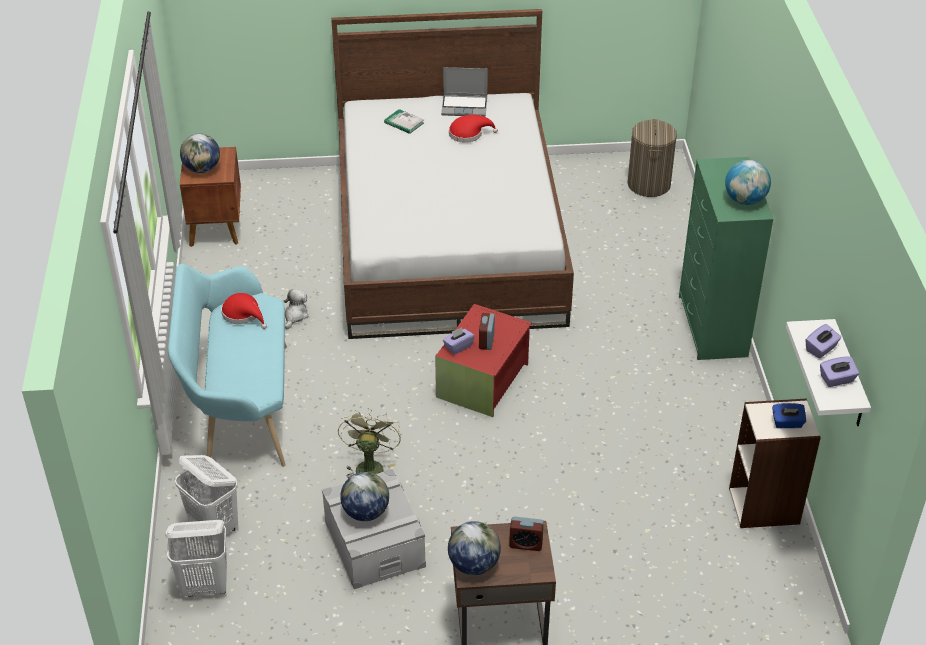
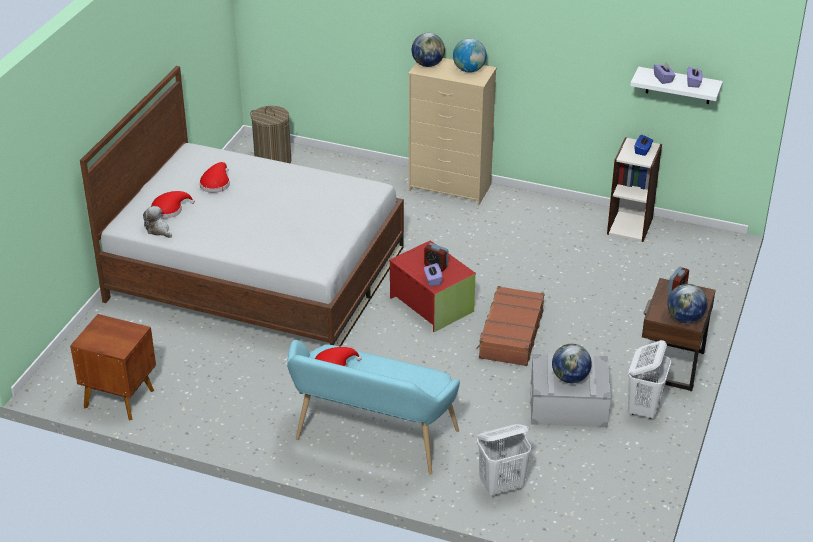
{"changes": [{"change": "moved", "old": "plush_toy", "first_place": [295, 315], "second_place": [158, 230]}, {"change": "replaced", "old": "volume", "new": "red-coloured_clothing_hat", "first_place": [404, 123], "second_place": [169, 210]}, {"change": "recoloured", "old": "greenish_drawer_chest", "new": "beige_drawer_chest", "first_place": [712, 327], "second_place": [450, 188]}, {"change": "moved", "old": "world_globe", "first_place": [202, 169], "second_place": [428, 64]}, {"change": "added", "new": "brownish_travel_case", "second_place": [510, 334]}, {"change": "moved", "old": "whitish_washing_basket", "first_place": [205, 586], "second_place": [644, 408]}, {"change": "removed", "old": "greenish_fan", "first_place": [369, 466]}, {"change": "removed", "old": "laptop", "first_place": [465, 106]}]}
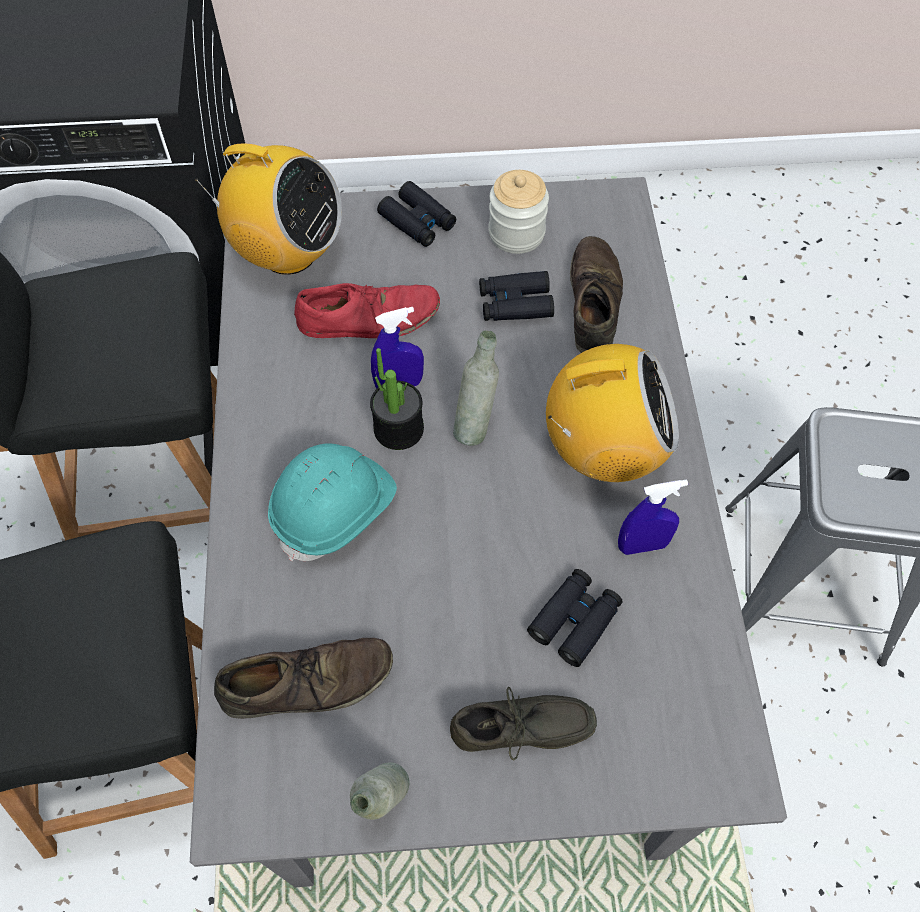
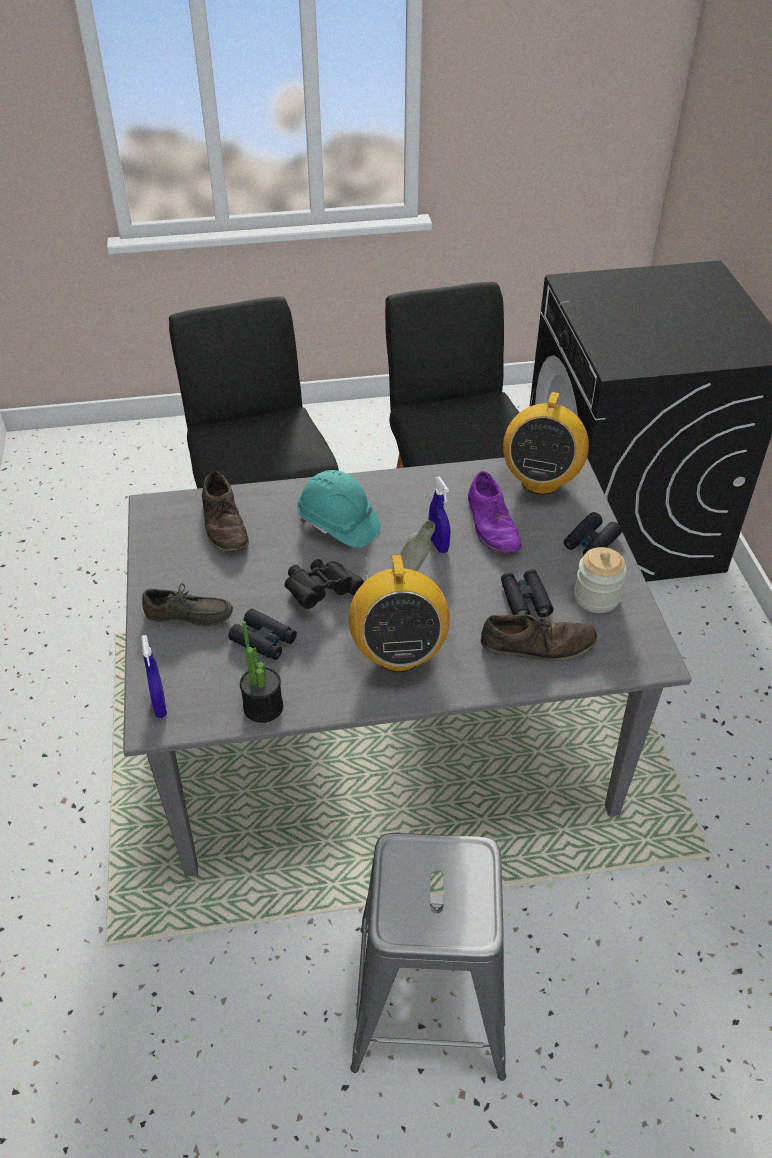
{"changes": [{"change": "moved", "old": "blue_hand_sprayer", "first_place": [642, 545], "second_place": [160, 705]}, {"change": "turned", "old": "grey_low_shoe", "first_place": [523, 733], "second_place": [188, 618], "degrees": -75}, {"change": "moved", "old": "plant_in_a_pot", "first_place": [398, 429], "second_place": [263, 707]}, {"change": "added", "new": "blackish_field_glasses", "second_place": [321, 592]}, {"change": "recoloured", "old": "red-coloured_low_shoe", "new": "purple_low_shoe", "first_place": [369, 318], "second_place": [492, 525]}, {"change": "removed", "old": "grey_bottle", "first_place": [383, 804]}]}
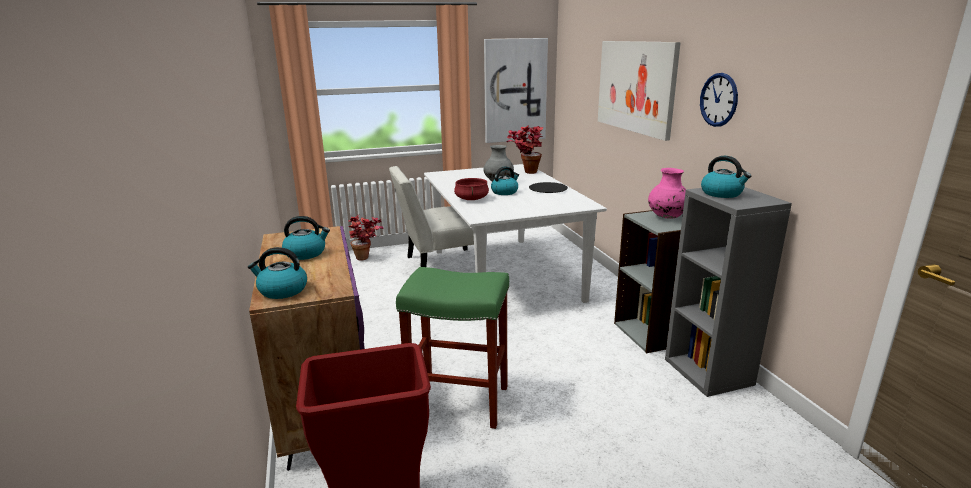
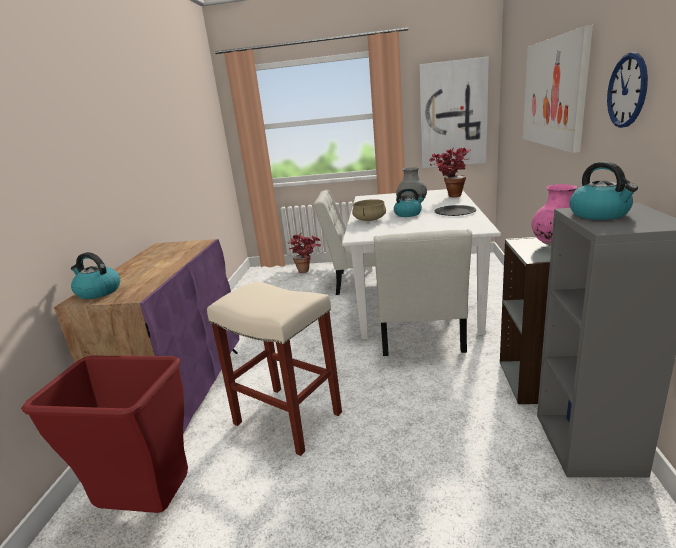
{"changes": [{"change": "recoloured", "old": "greenish_stool_seat", "new": "beige_stool_seat", "first_place": [460, 401], "second_place": [289, 418]}, {"change": "recoloured", "old": "red-coloured_stockpot", "new": "beige_stockpot", "first_place": [471, 199], "second_place": [369, 220]}, {"change": "added", "new": "whitish_plain_chair", "second_place": [420, 337]}, {"change": "removed", "old": "water_kettle", "first_place": [306, 253]}]}
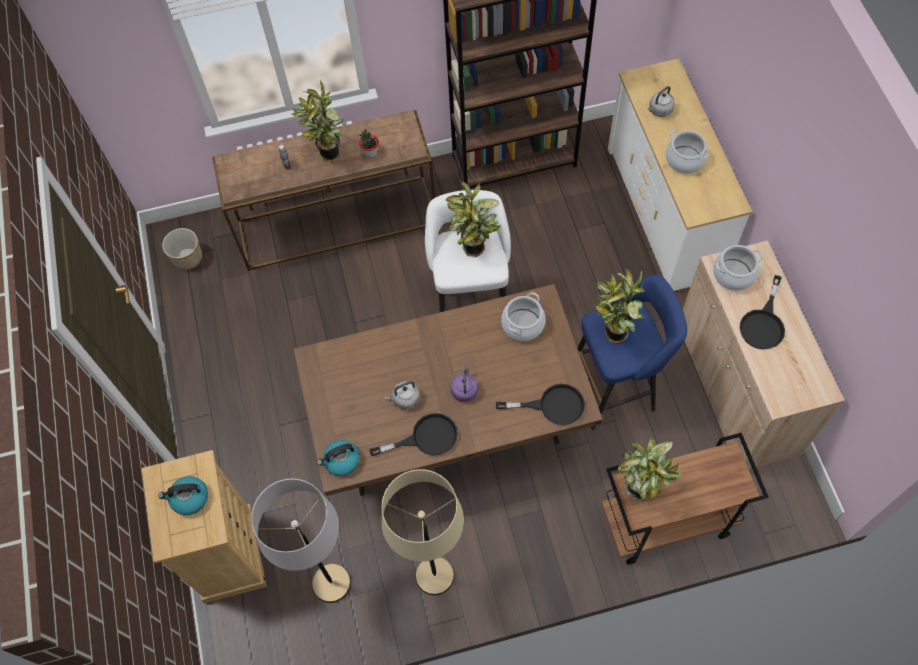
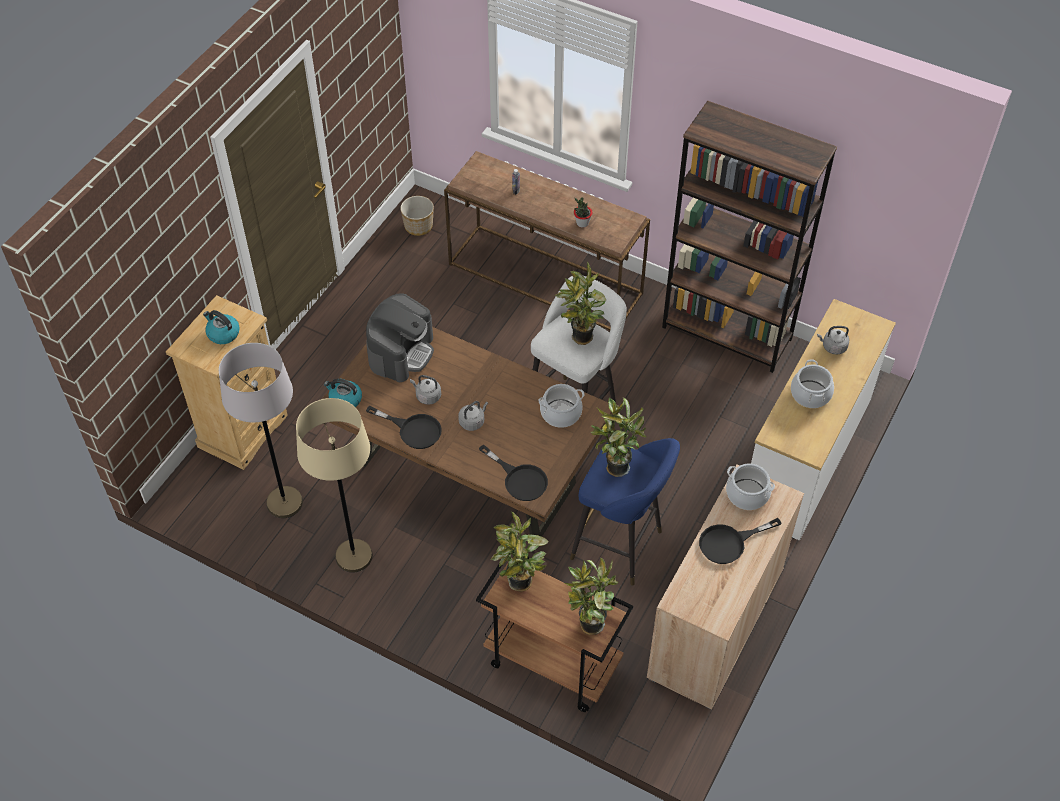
{"changes": [{"change": "added", "new": "coffee_brewer", "second_place": [401, 352]}, {"change": "recoloured", "old": "purple_water_kettle", "new": "grey_water_kettle", "first_place": [464, 389], "second_place": [473, 421]}, {"change": "moved", "old": "plant_in_a_pot", "first_place": [328, 155], "second_place": [588, 625]}]}
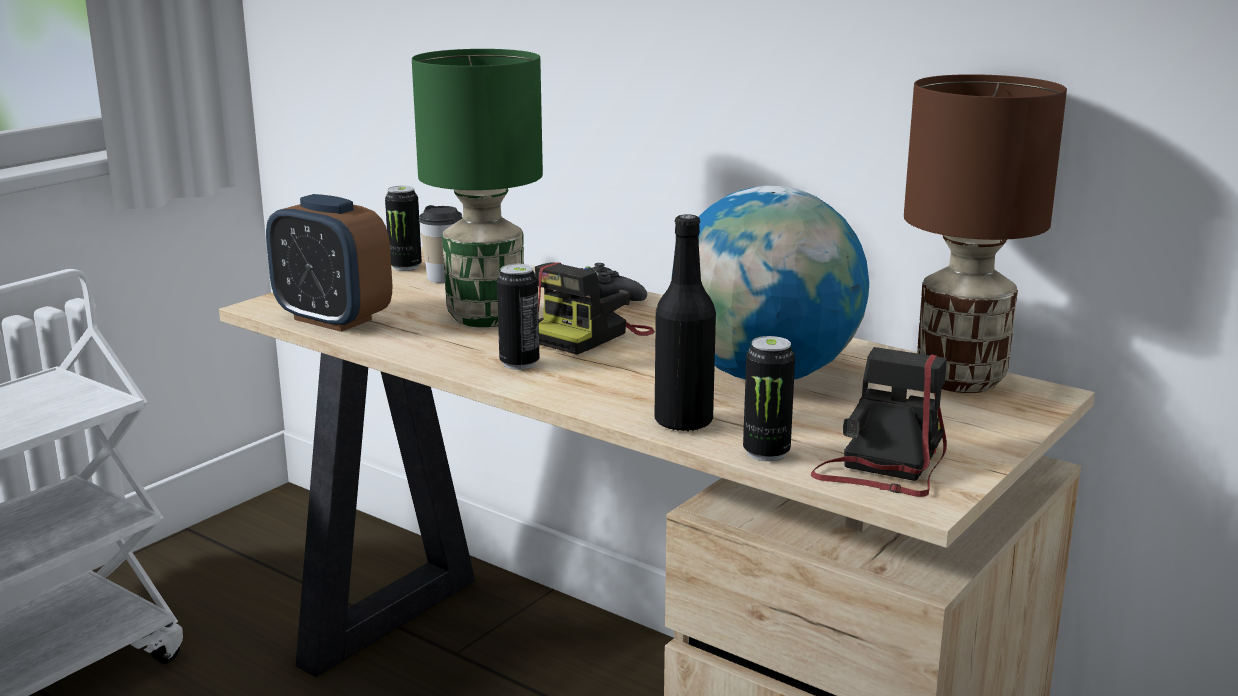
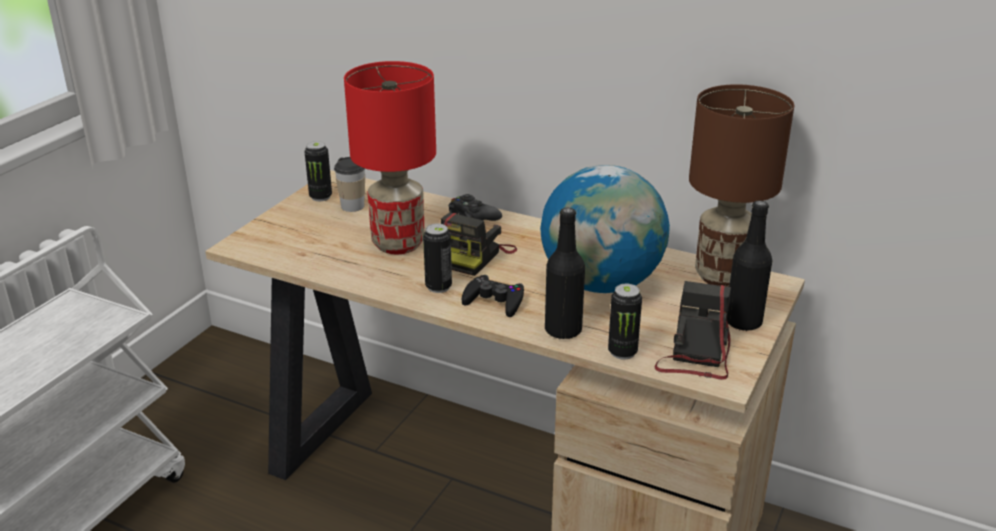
{"changes": [{"change": "recoloured", "old": "greenish_table_lamp", "new": "red-coloured_table_lamp", "first_place": [487, 317], "second_place": [399, 244]}, {"change": "added", "new": "blackish_game_controller", "second_place": [494, 301]}, {"change": "added", "new": "blackish_bottle", "second_place": [743, 322]}, {"change": "removed", "old": "alarm_clock", "first_place": [332, 319]}]}
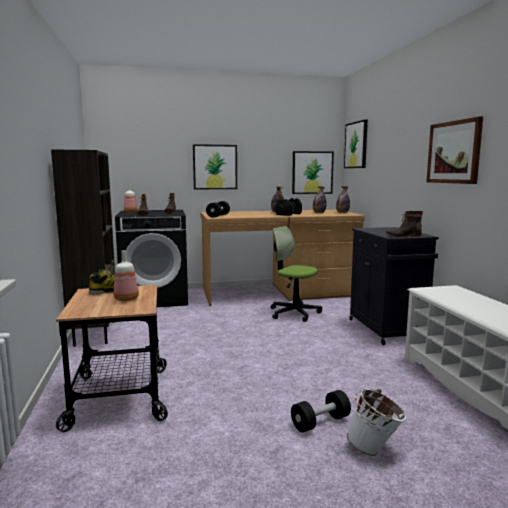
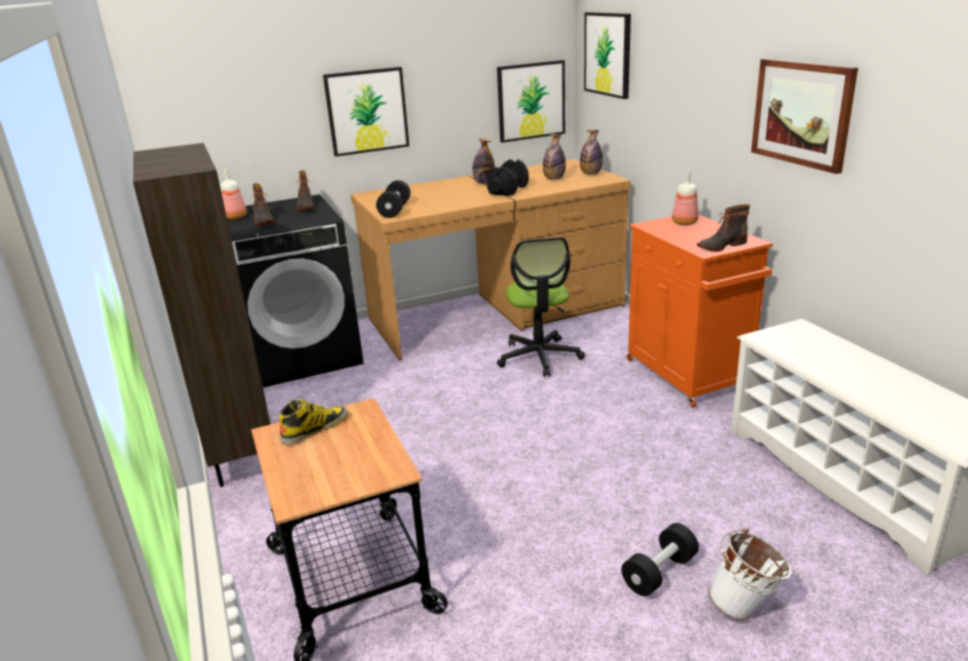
{"changes": [{"change": "turned", "old": "desk_chair", "first_place": [294, 313], "second_place": [539, 357], "degrees": -120}, {"change": "recoloured", "old": "blackish_storage_cabinet", "new": "orange-coloured_storage_cabinet", "first_place": [387, 330], "second_place": [689, 376]}, {"change": "moved", "old": "bottle", "first_place": [126, 299], "second_place": [683, 223]}]}
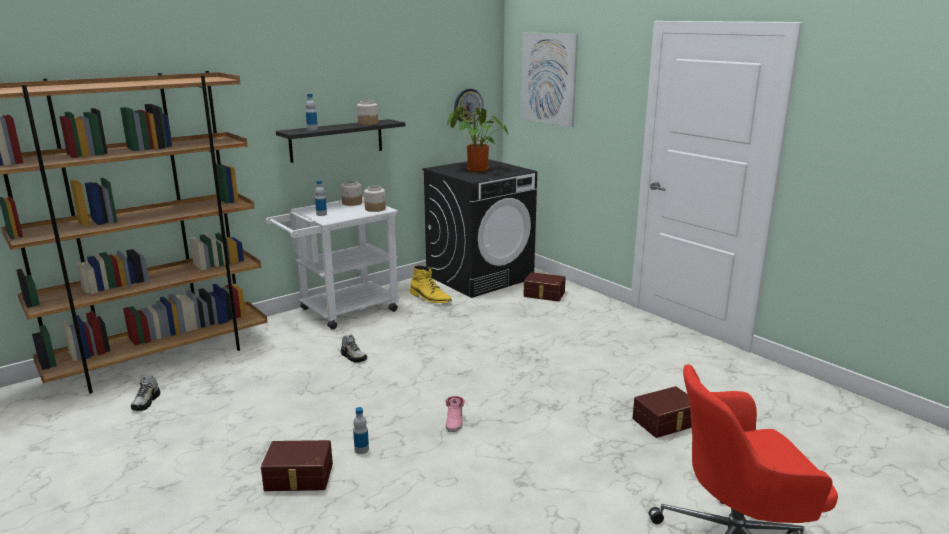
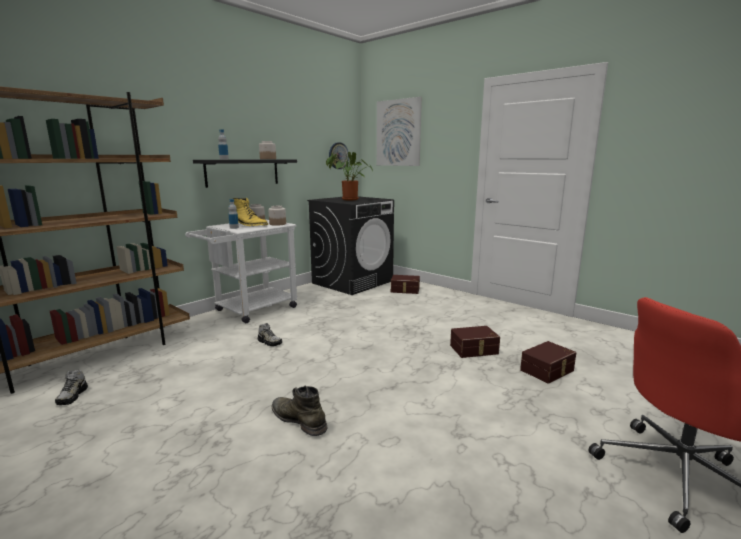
{"changes": [{"change": "moved", "old": "yellow-coloured_high-top_boot", "first_place": [430, 298], "second_place": [248, 225]}, {"change": "replaced", "old": "bottle", "new": "greenish_high-top_boot", "first_place": [361, 449], "second_place": [298, 420]}, {"change": "moved", "old": "brownish_storage_bin", "first_place": [299, 477], "second_place": [474, 350]}, {"change": "removed", "old": "pinkish_low_shoe", "first_place": [454, 421]}]}
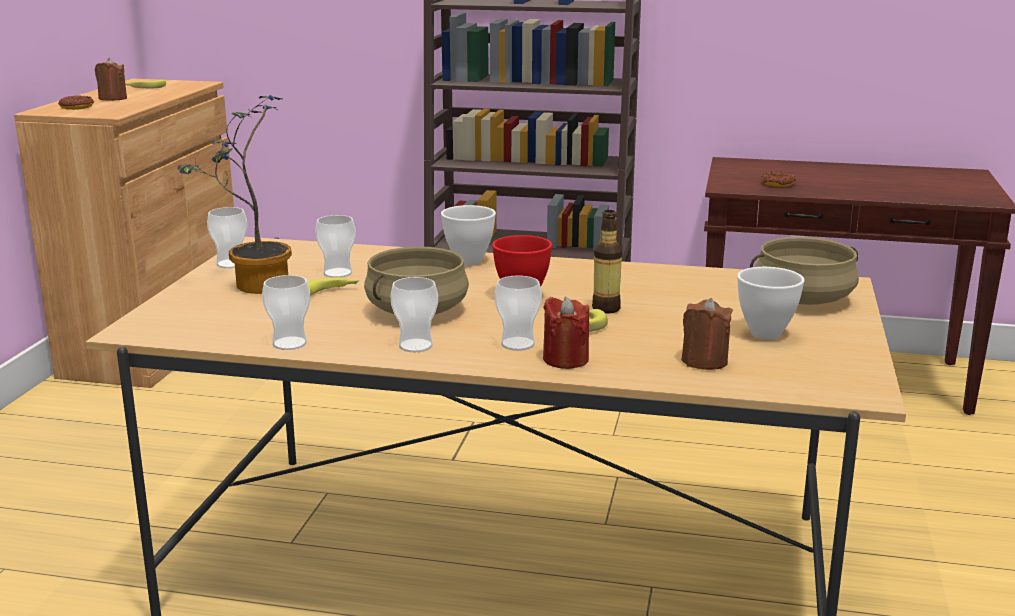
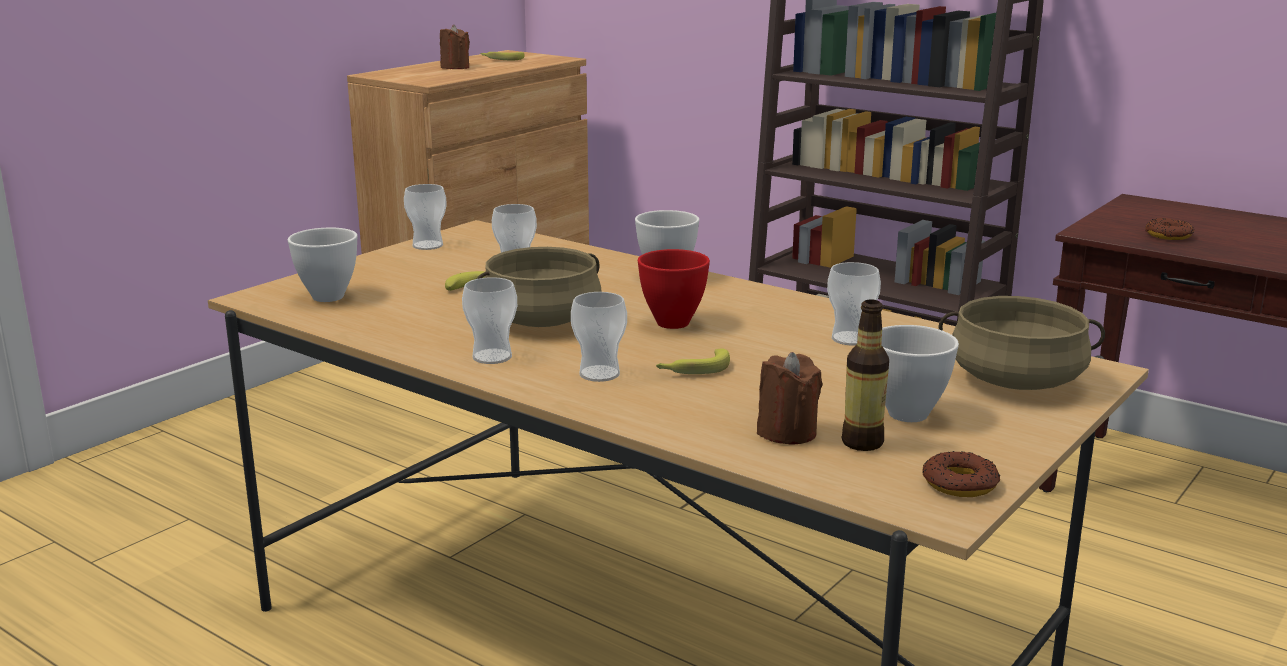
{"changes": [{"change": "added", "new": "whitish_bowl", "second_place": [326, 297]}, {"change": "moved", "old": "drinking_cup", "first_place": [289, 344], "second_place": [850, 339]}, {"change": "moved", "old": "bottle", "first_place": [606, 309], "second_place": [862, 442]}, {"change": "moved", "old": "donut", "first_place": [77, 107], "second_place": [960, 483]}, {"change": "removed", "old": "plant_in_a_pot", "first_place": [254, 286]}, {"change": "removed", "old": "red-coloured_wax_light", "first_place": [565, 359]}]}
